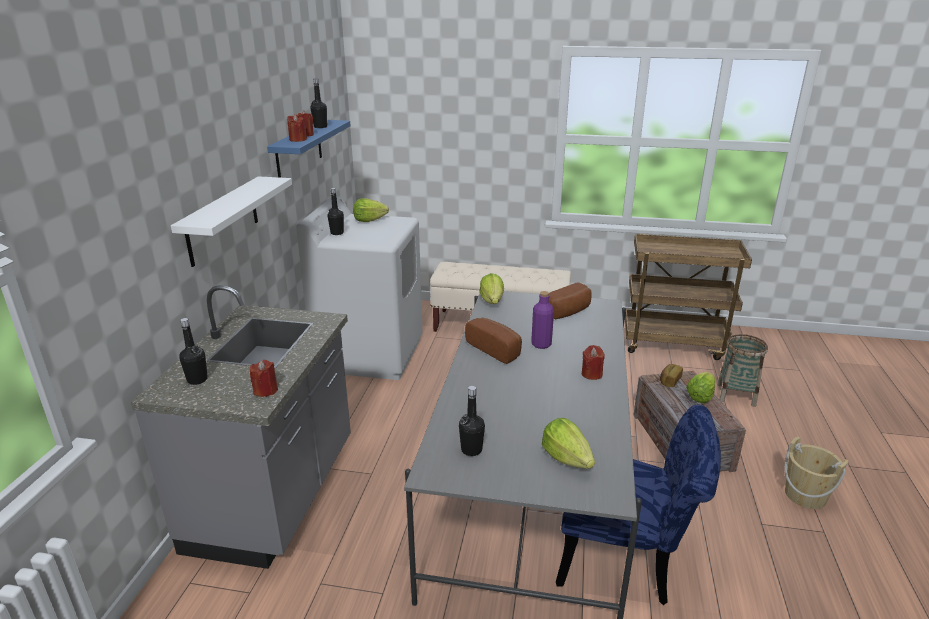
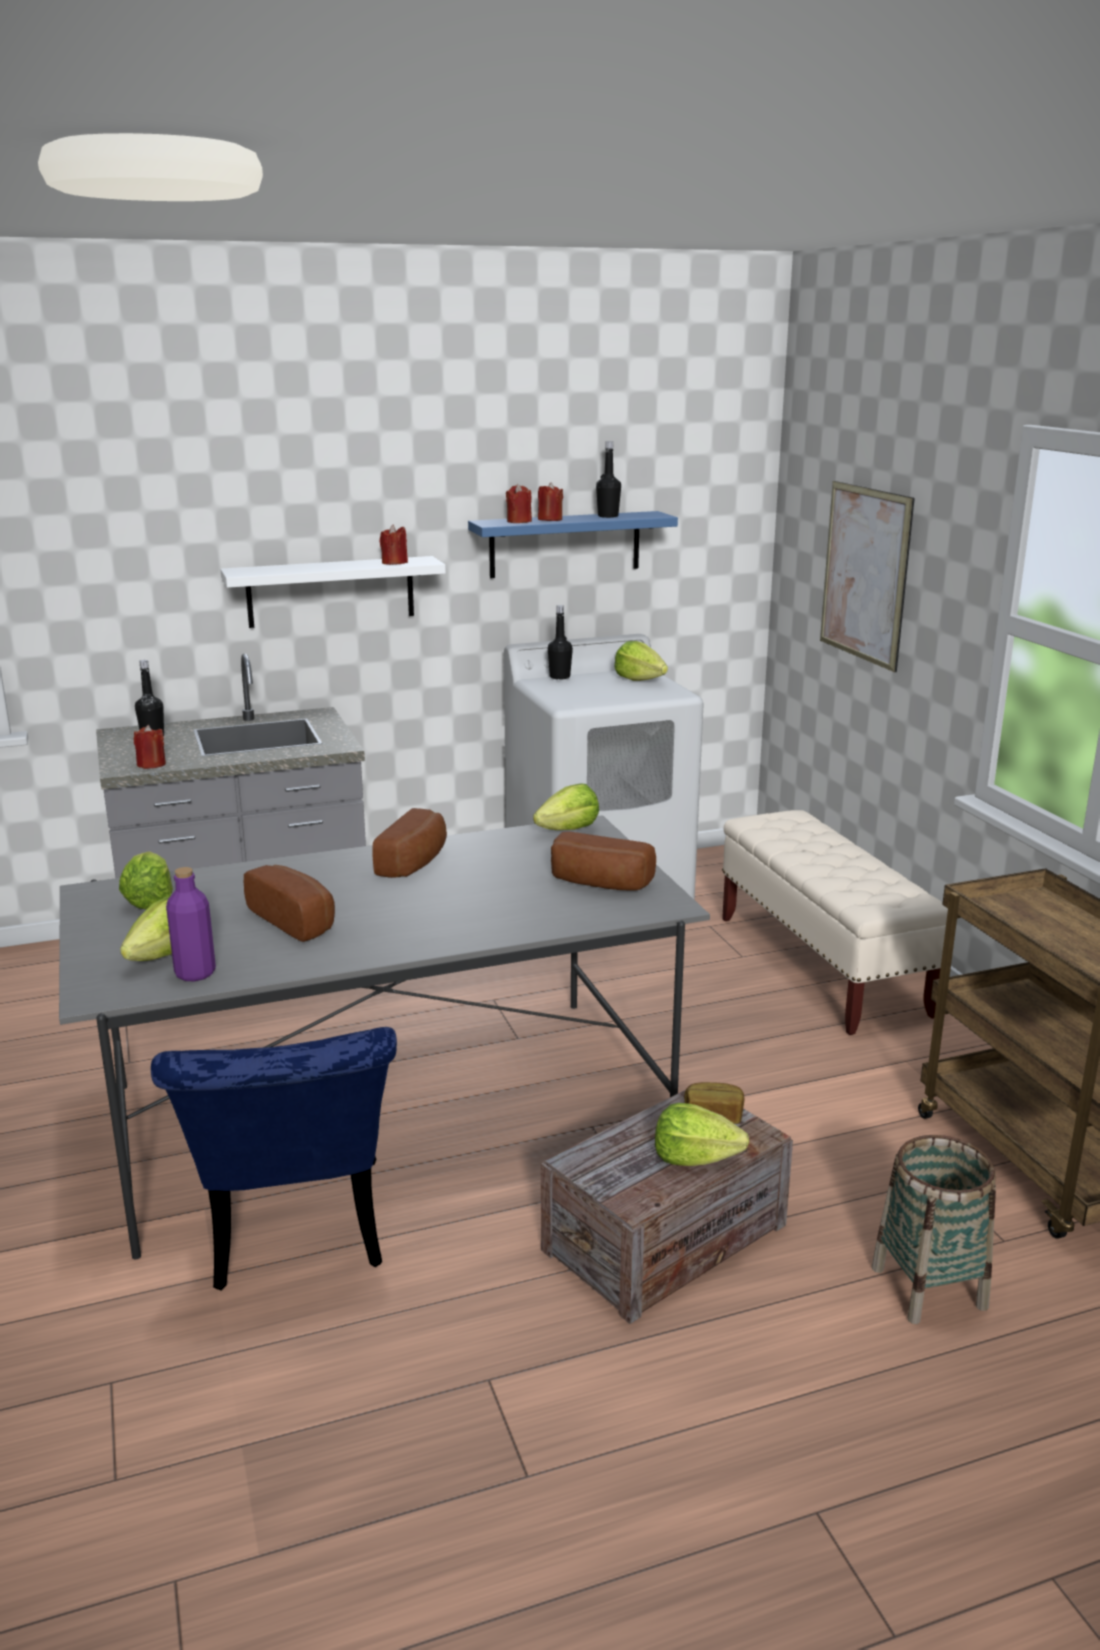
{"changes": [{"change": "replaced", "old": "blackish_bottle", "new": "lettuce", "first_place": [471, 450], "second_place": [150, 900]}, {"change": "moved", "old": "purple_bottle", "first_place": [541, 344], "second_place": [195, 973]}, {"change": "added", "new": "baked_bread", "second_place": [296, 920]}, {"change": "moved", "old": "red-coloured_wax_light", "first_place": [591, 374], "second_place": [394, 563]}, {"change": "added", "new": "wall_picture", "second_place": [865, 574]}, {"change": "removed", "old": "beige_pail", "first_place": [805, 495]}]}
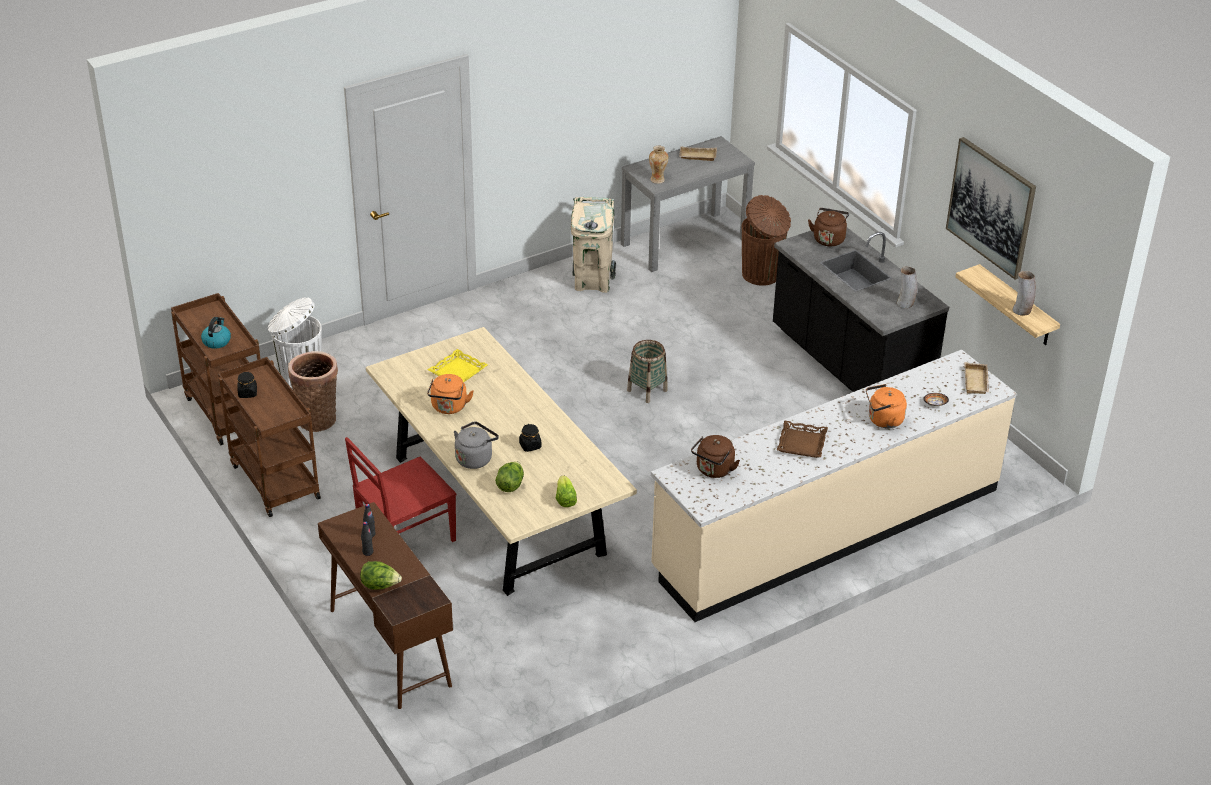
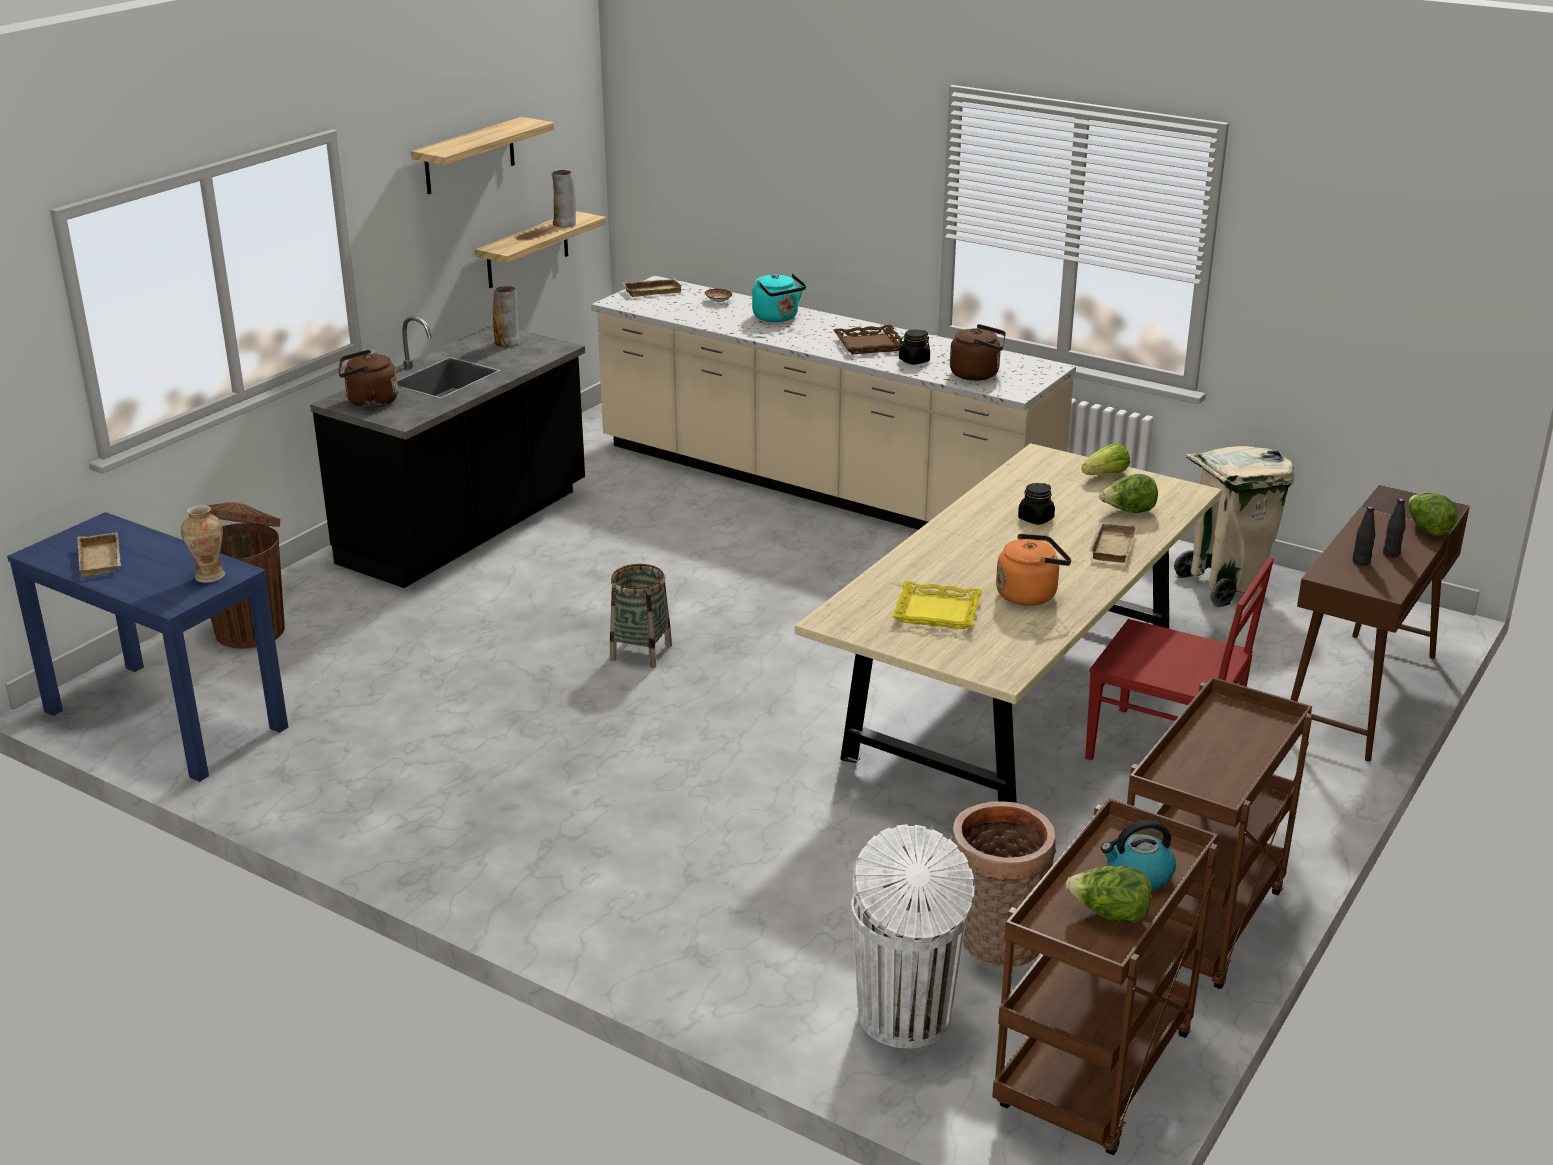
{"changes": [{"change": "recoloured", "old": "grey_console_table", "new": "blue_console_table", "first_place": [685, 241], "second_place": [164, 719]}, {"change": "replaced", "old": "wall_picture", "new": "shelf", "first_place": [991, 207], "second_place": [469, 156]}, {"change": "recoloured", "old": "orange-coloured_water_kettle", "new": "blue-green_water_kettle", "first_place": [883, 420], "second_place": [777, 318]}, {"change": "moved", "old": "blackish_preserve_jar", "first_place": [247, 393], "second_place": [914, 361]}, {"change": "added", "new": "lettuce", "second_place": [1109, 915]}, {"change": "replaced", "old": "grey_water_kettle", "new": "beige_carrying_tray", "first_place": [475, 458], "second_place": [1110, 546]}, {"change": "moved", "old": "beige_trash_can", "first_place": [592, 282], "second_place": [1224, 585]}]}
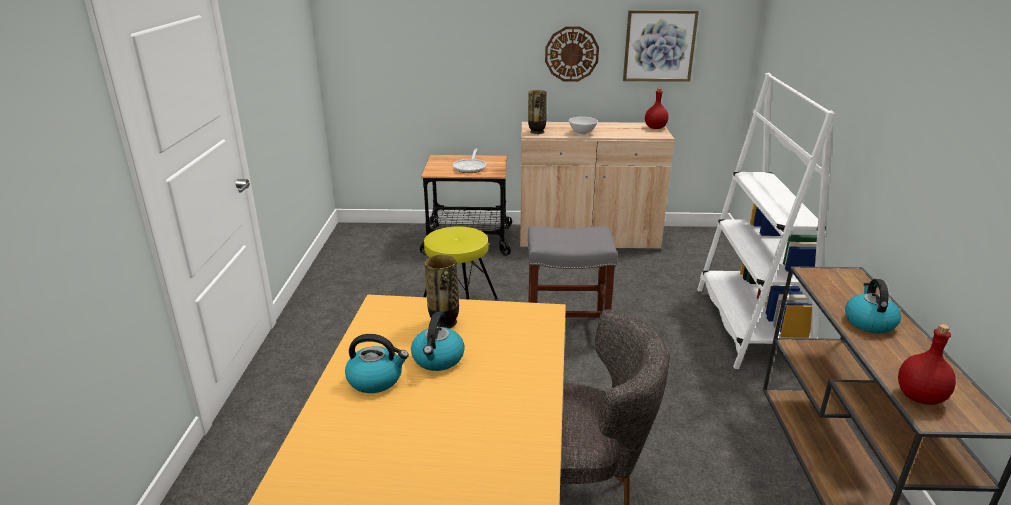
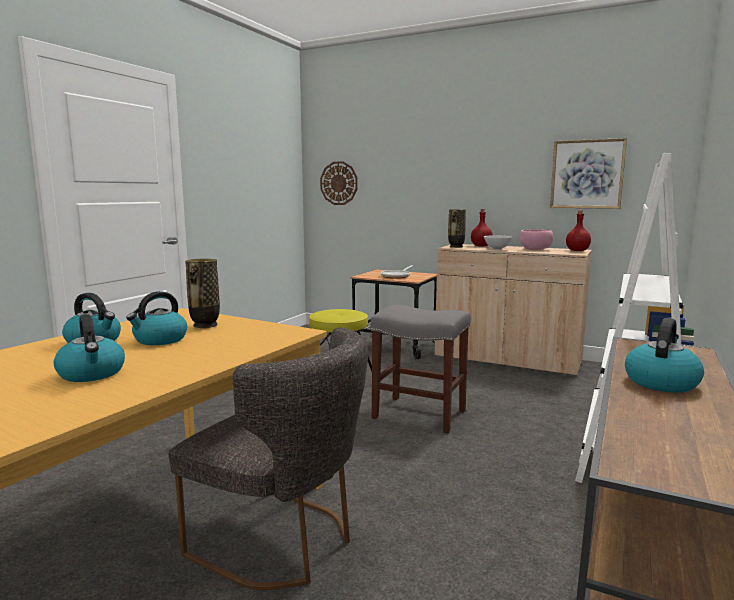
{"changes": [{"change": "added", "new": "water_kettle", "second_place": [92, 374]}, {"change": "moved", "old": "clock_on_the_wall", "first_place": [571, 54], "second_place": [339, 183]}, {"change": "moved", "old": "red-coloured_bottle", "first_place": [918, 396], "second_place": [481, 246]}, {"change": "added", "new": "pinkish_bowl", "second_place": [535, 249]}]}
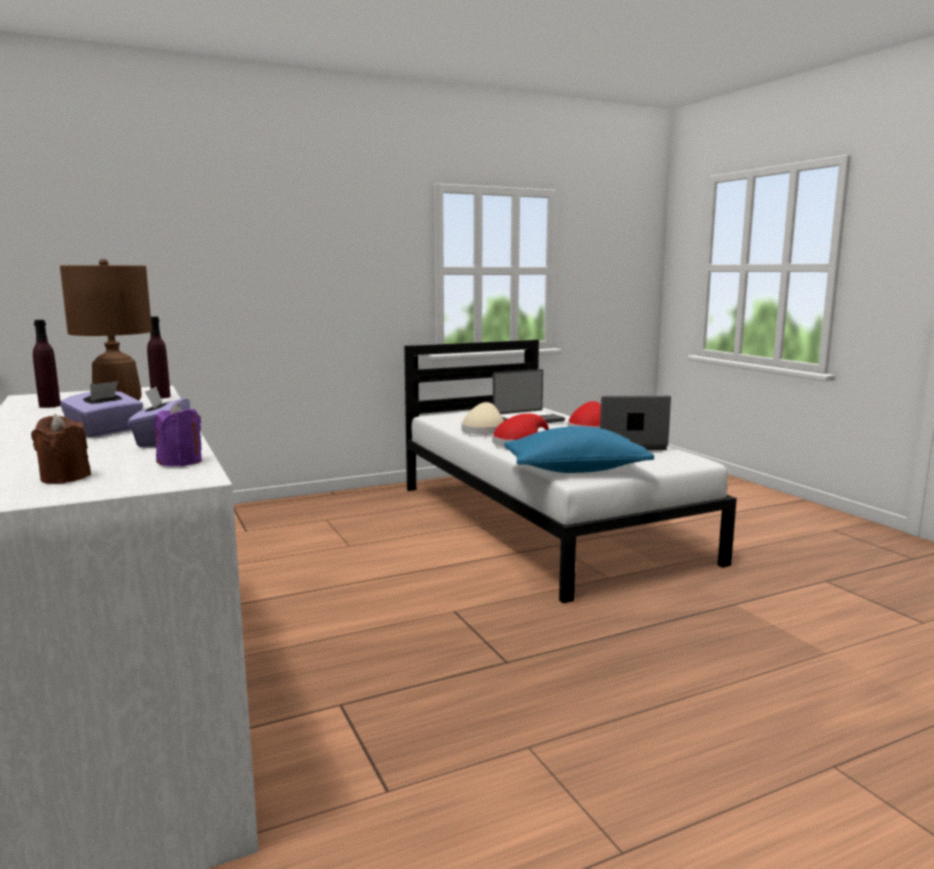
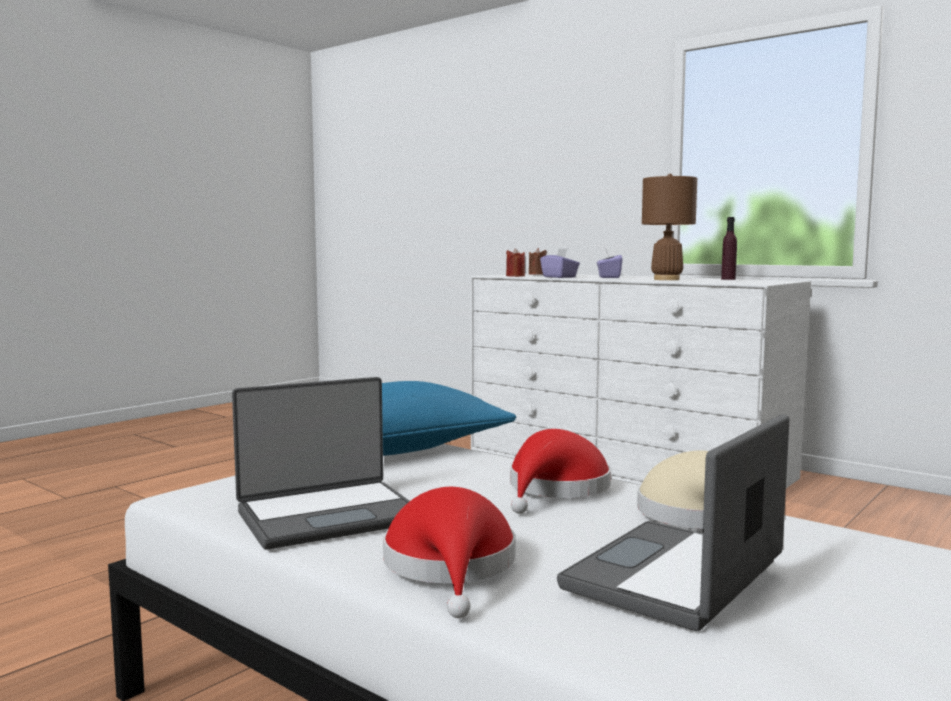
{"changes": [{"change": "recoloured", "old": "purple_wax_light", "new": "red-coloured_wax_light", "first_place": [180, 462], "second_place": [515, 276]}, {"change": "removed", "old": "purple_bottle", "first_place": [161, 397]}]}
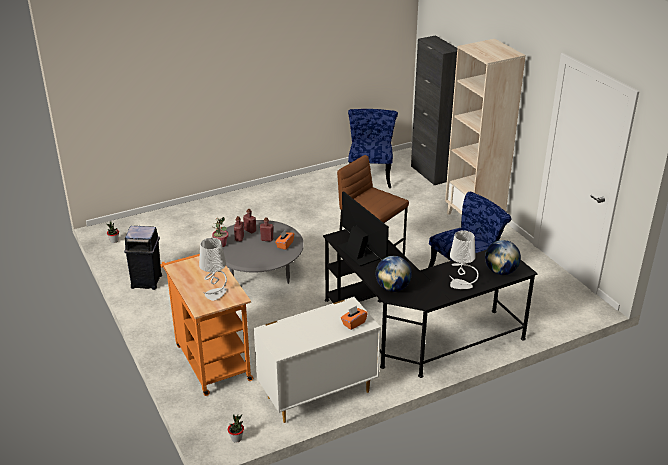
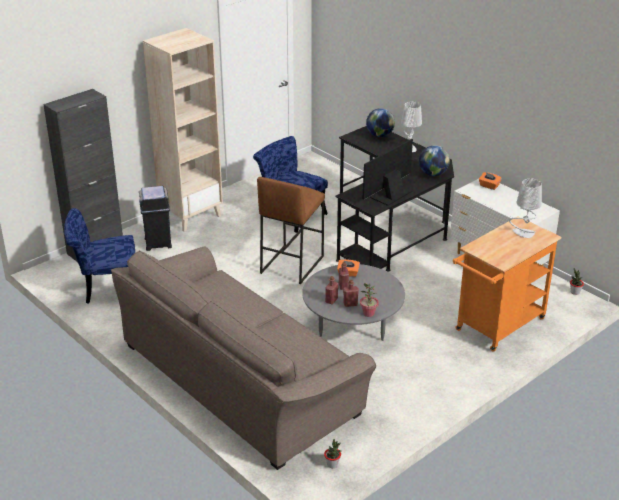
{"changes": [{"change": "added", "new": "brownish_sofa", "second_place": [241, 378]}, {"change": "moved", "old": "blackish_trash_can", "first_place": [147, 281], "second_place": [158, 242]}]}
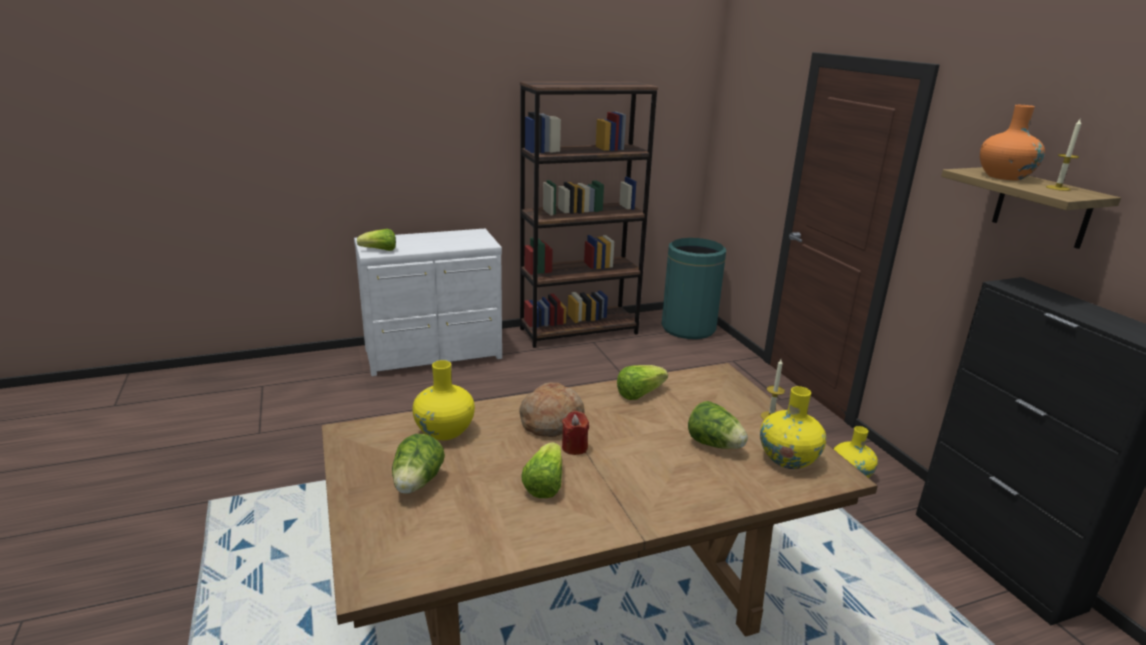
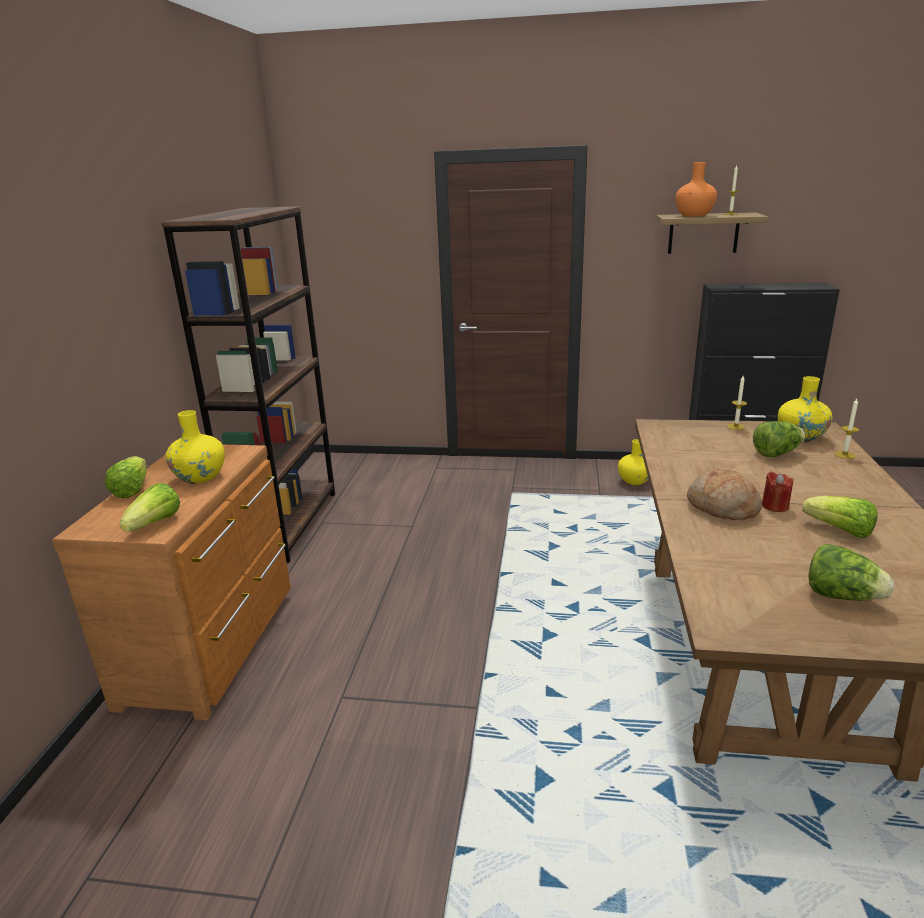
{"changes": [{"change": "recoloured", "old": "whitish_drawer_chest", "new": "brownish_drawer_chest", "first_place": [435, 355], "second_place": [215, 643]}, {"change": "moved", "old": "lettuce", "first_place": [639, 394], "second_place": [132, 490]}, {"change": "moved", "old": "yellow-coloured_flower_vase", "first_place": [444, 431], "second_place": [200, 477]}, {"change": "added", "new": "wax_light", "second_place": [844, 455]}, {"change": "removed", "old": "greenish_trash_can", "first_place": [688, 328]}]}
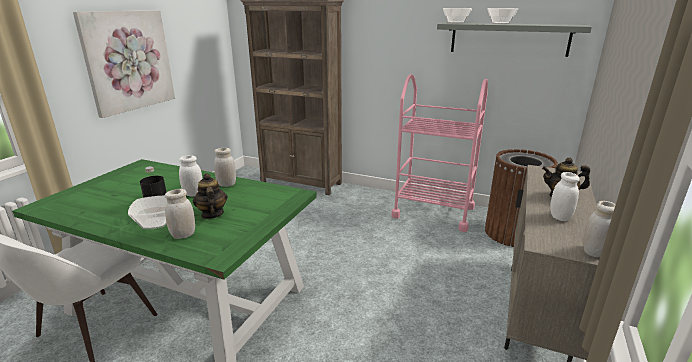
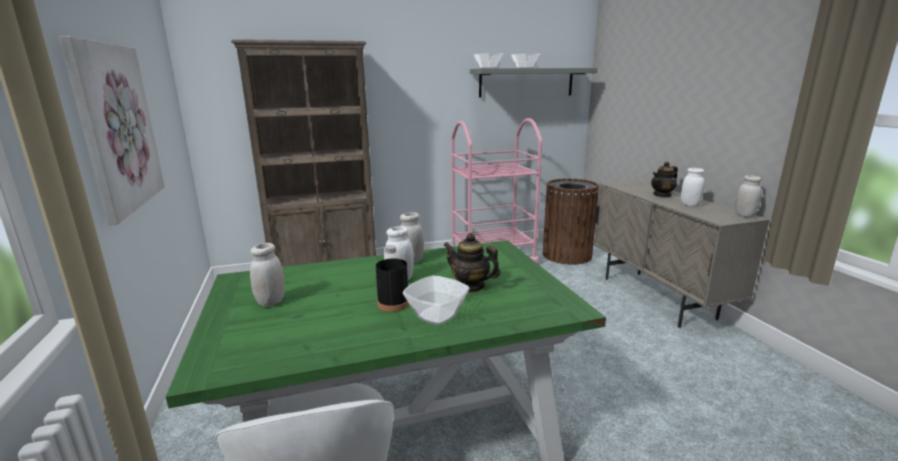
{"changes": [{"change": "moved", "old": "whitish_preserve_jar", "first_place": [183, 235], "second_place": [271, 302]}]}
